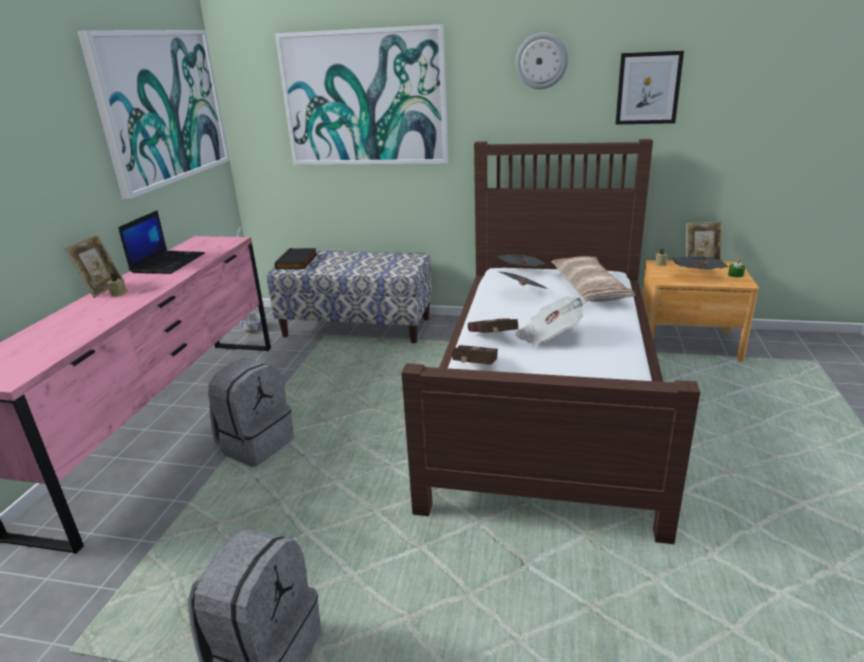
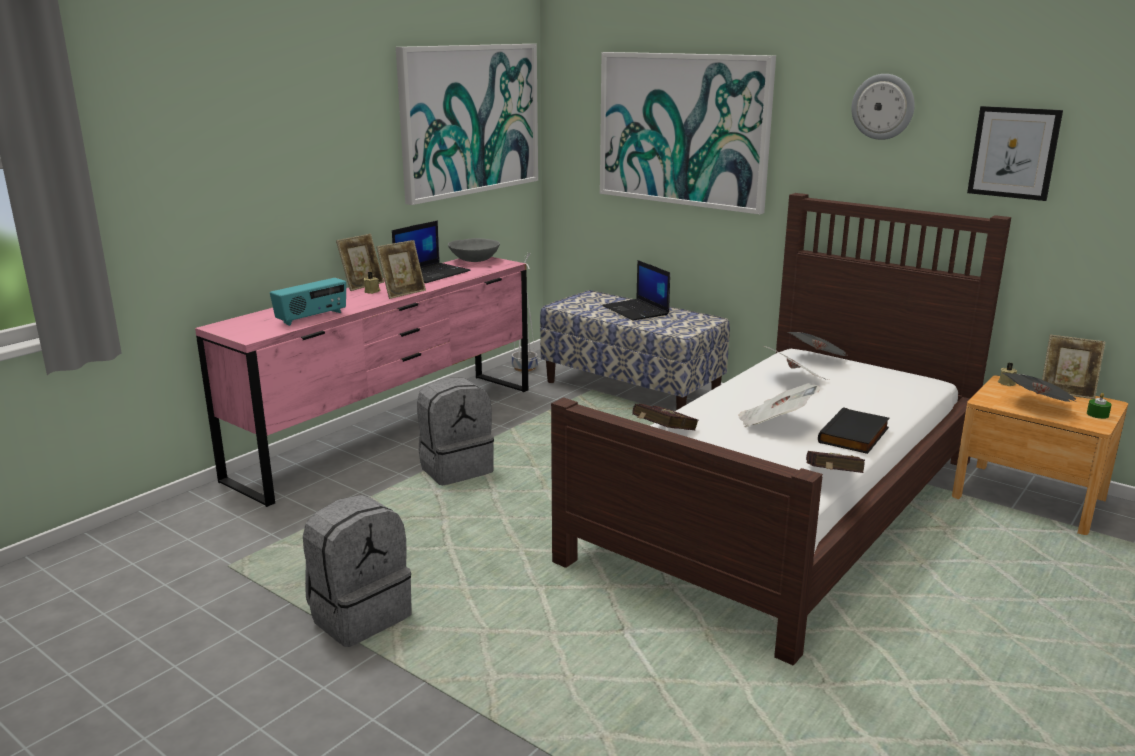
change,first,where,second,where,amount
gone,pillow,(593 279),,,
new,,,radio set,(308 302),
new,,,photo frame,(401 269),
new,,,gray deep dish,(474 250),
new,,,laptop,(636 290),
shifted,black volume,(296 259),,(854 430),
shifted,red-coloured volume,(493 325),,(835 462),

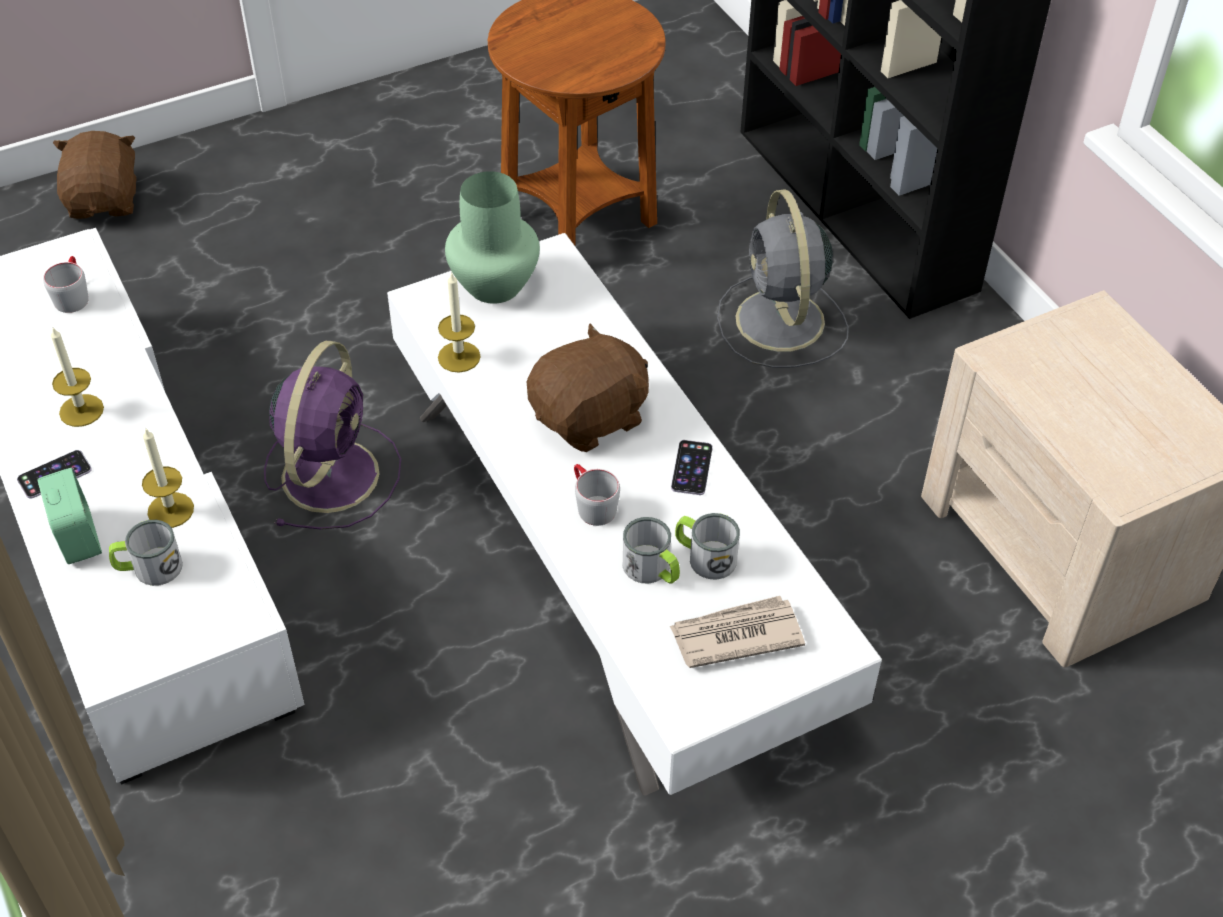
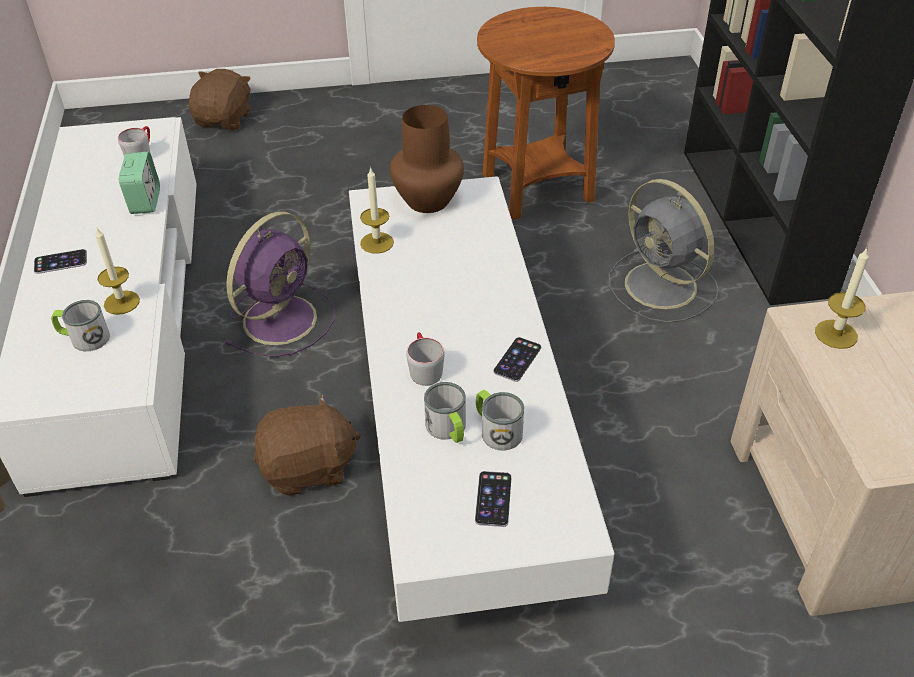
change,first,where,second,where,amount
shifted,bedside clock,(70 515),,(139 182),
shifted,candle,(77 377),,(842 298),
shifted,brown plush toy,(588 387),,(307 445),
swapped,newspaper,(737 632),telephone,(493 499),
repainted,green-coloured vase,(492 237),brown vase,(427 159),
rotated,gray cooling fan,(783 278),,(664 251),45 degrees counterclockwise

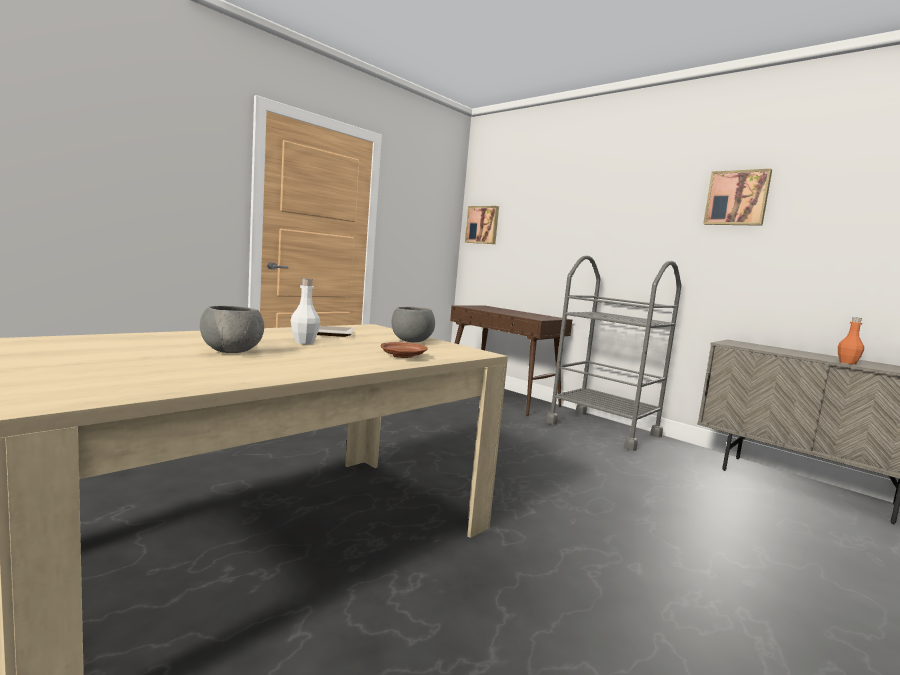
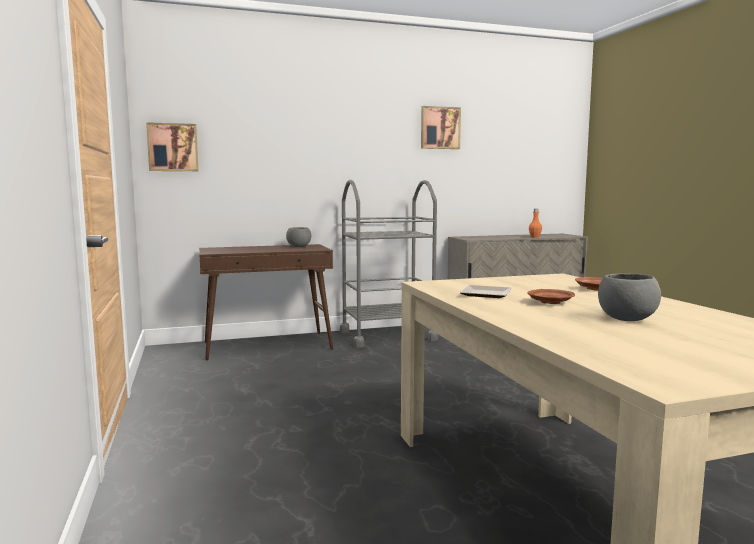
change,first,where,second,where,amount
shifted,gray deep dish,(413 324),,(298 237),
swapped,whitish beverage bottle,(305 311),brown flat dish,(551 296),

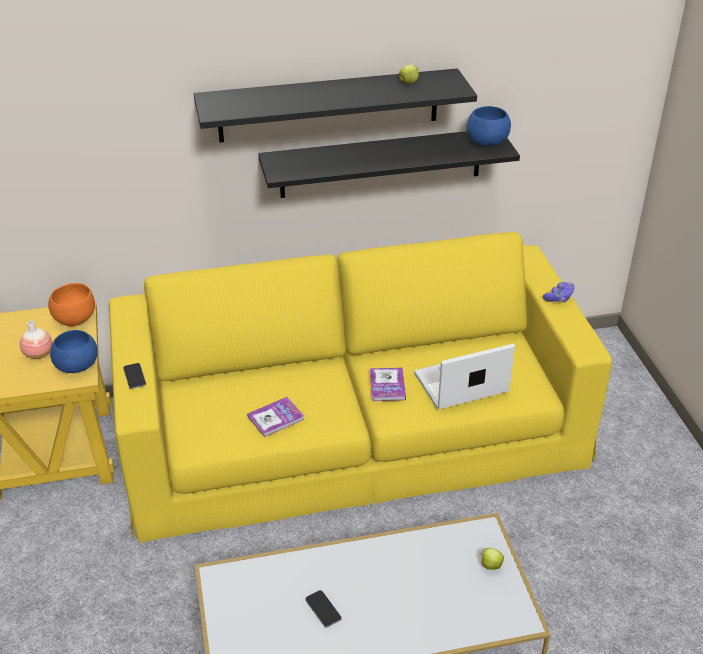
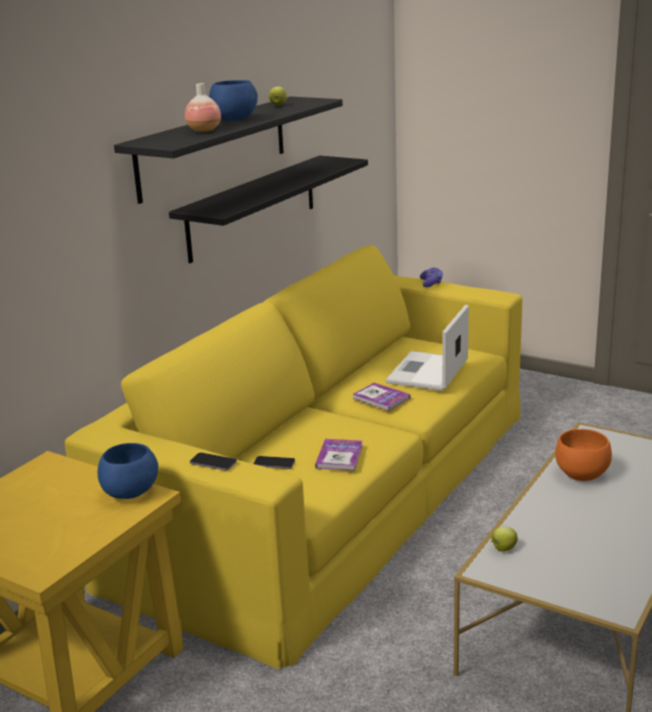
change,first,where,second,where,amount
shifted,vase,(36 340),,(203 107),
shifted,orangey deep dish,(71 304),,(583 455),
shifted,telephone,(323 608),,(274 462),
shifted,blue-coloured deep dish,(488 126),,(233 100),
shifted,apple fruit,(492 559),,(504 539),

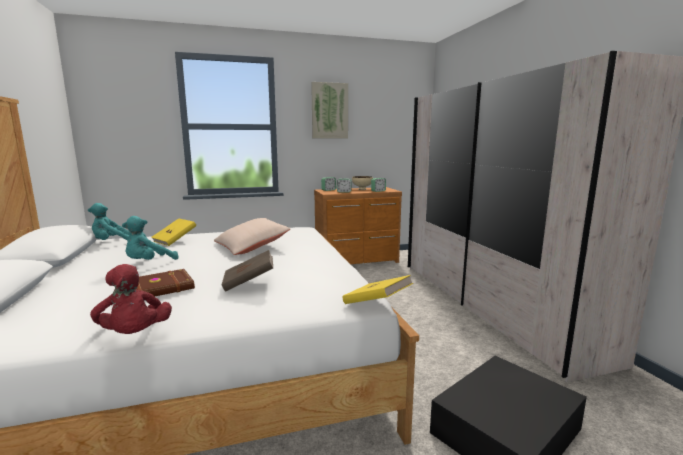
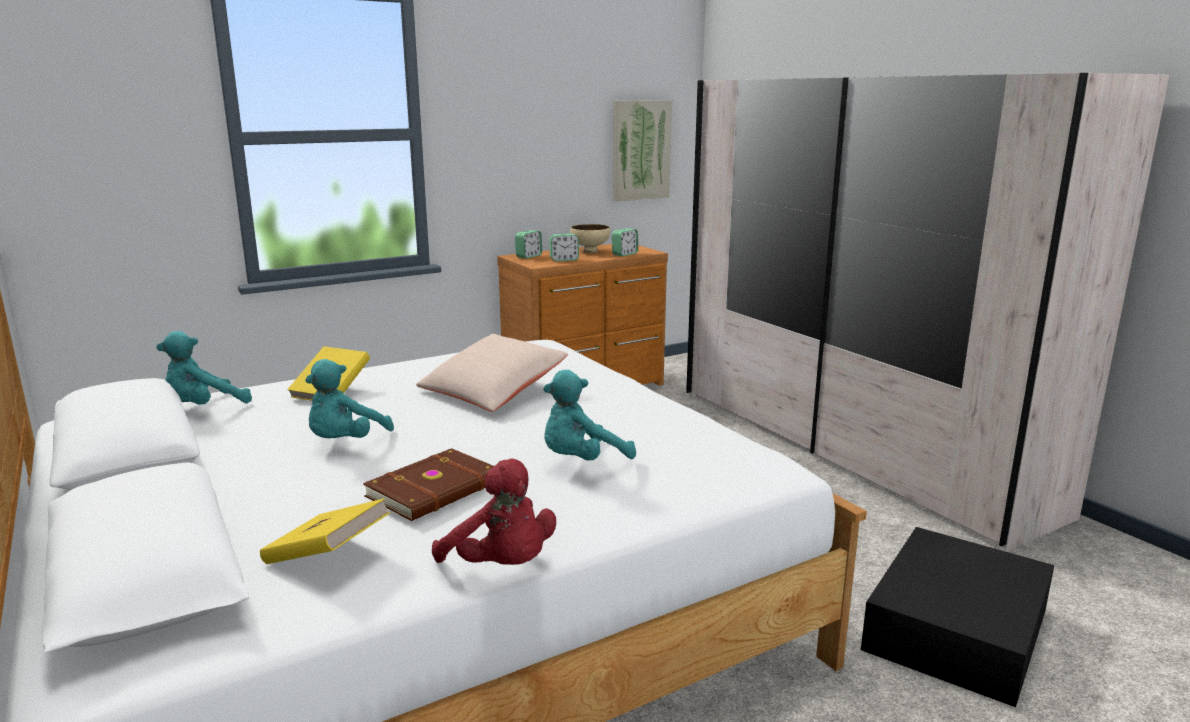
change,first,where,second,where,amount
shifted,picture,(329 110),,(642 151),
shifted,yellowish volume,(378 289),,(325 531),
swapped,brown volume,(247 271),blue-green plush toy,(589 415),

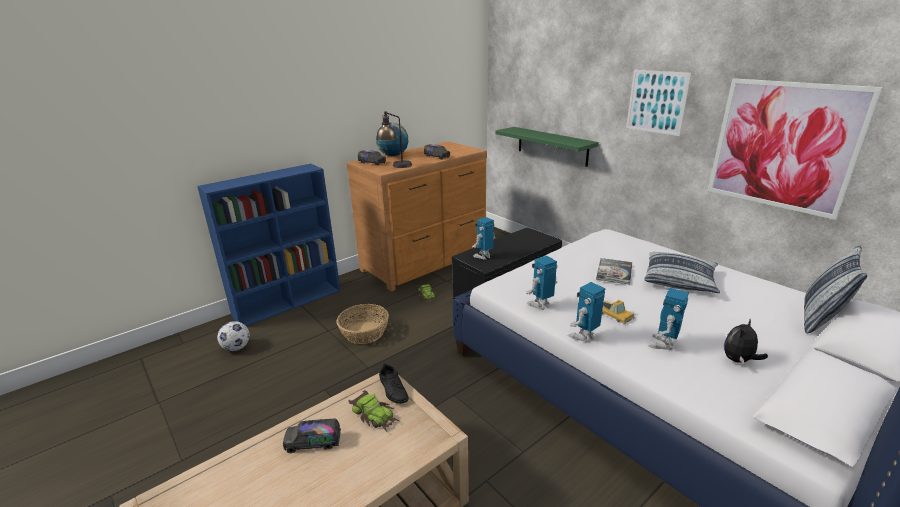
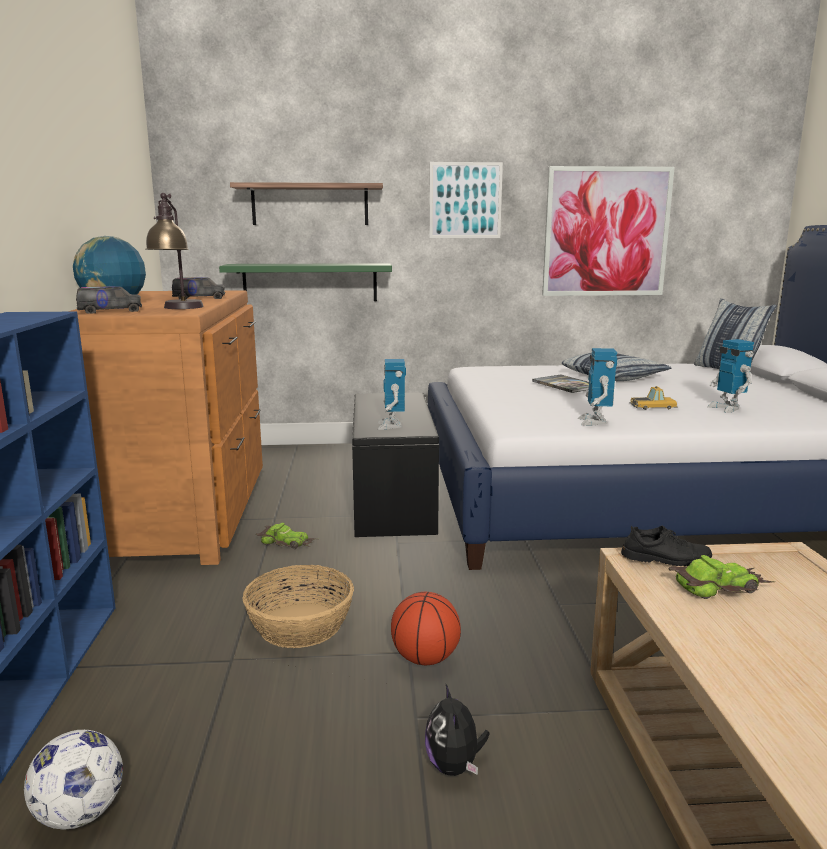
change,first,where,second,where,amount
gone,model truck,(312 436),,,
gone,robot figure,(587 312),,,
new,,,bracket shelf,(306 203),
new,,,basketball ball,(426 628),
shifted,plush toy,(746 342),,(457 729),

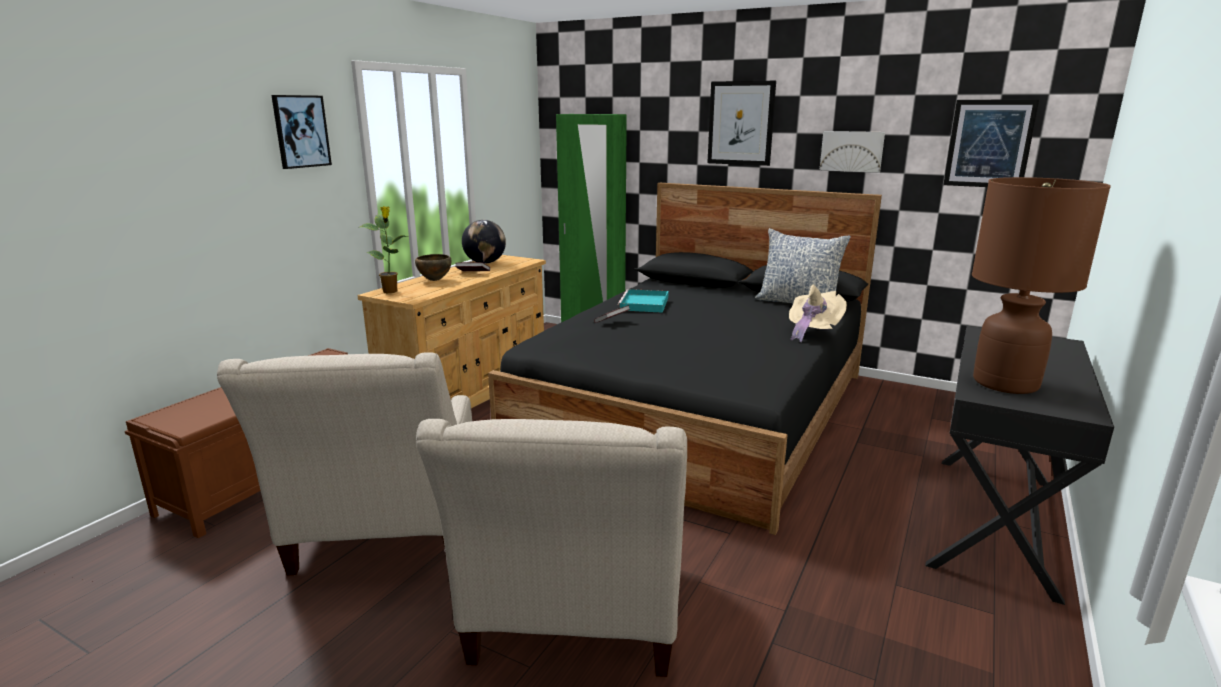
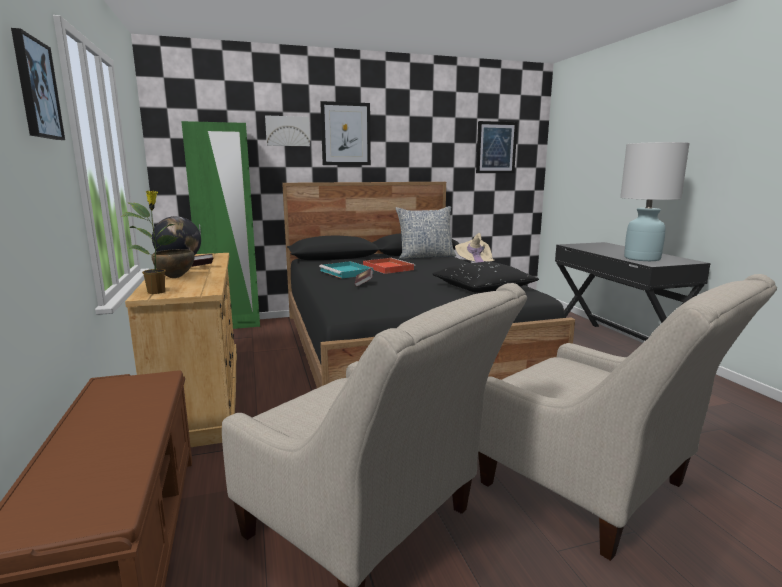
change,first,where,second,where,amount
new,,,red-coloured carrying tray,(389 266),
new,,,black pillow,(485 277),
shifted,picture,(852 152),,(287 130),
repainted,brown tabletop lamp,(1041 285),whitish tabletop lamp,(655 201),

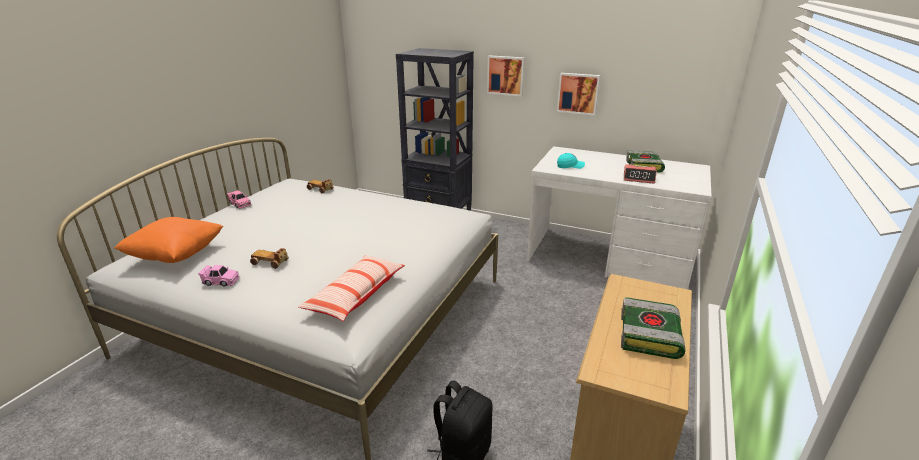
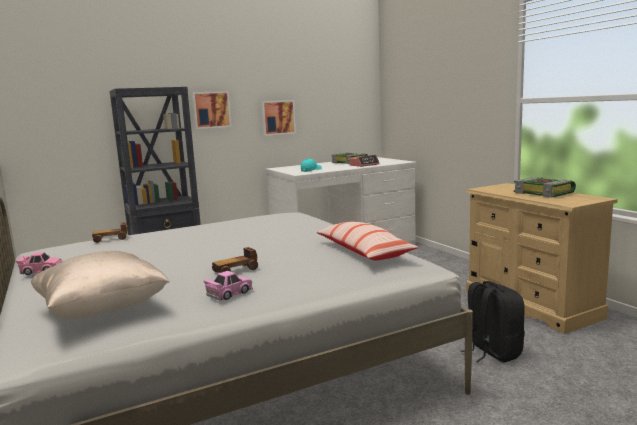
change,first,where,second,where,amount
repainted,orangey pillow,(168 240),beige-coloured pillow,(100 285),

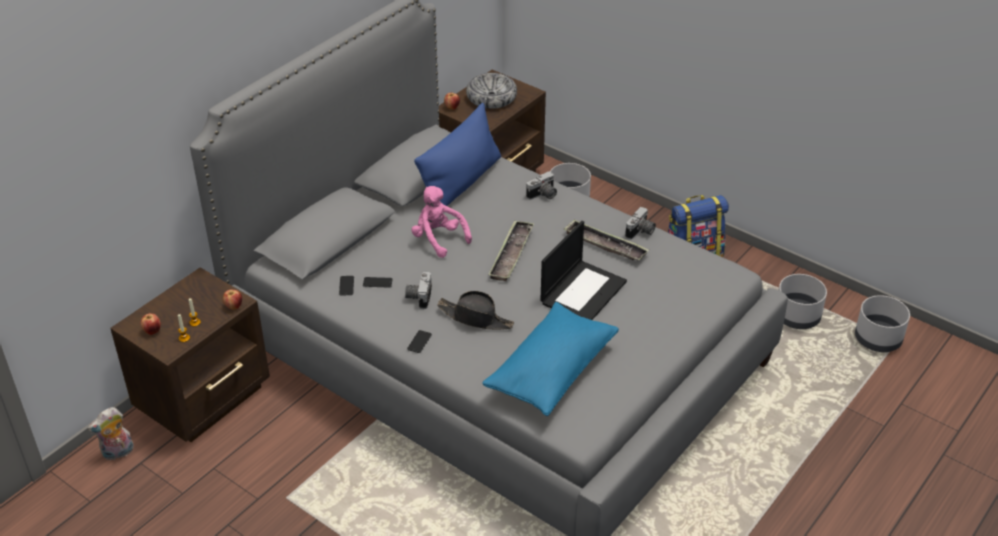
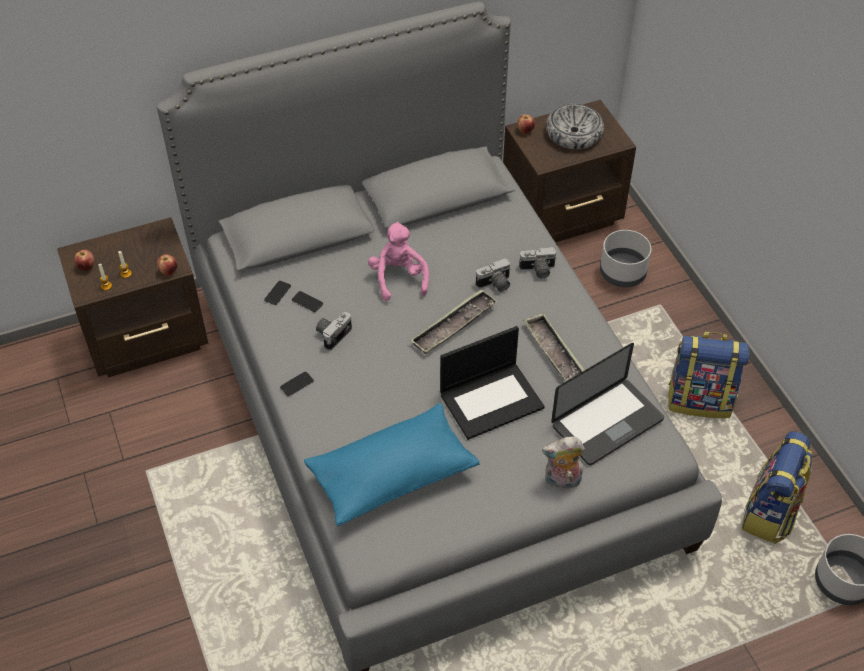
change,first,where,second,where,amount
gone,blue-coloured pillow,(457 154),,,
gone,black clothing hat,(475 310),,,
new,,,laptop,(607 404),
shifted,plush toy,(111 433),,(563 463),
shifted,photo camera,(640 223),,(494 275),
swapped,gray flower pot,(803 301),knapsack,(777 487),

